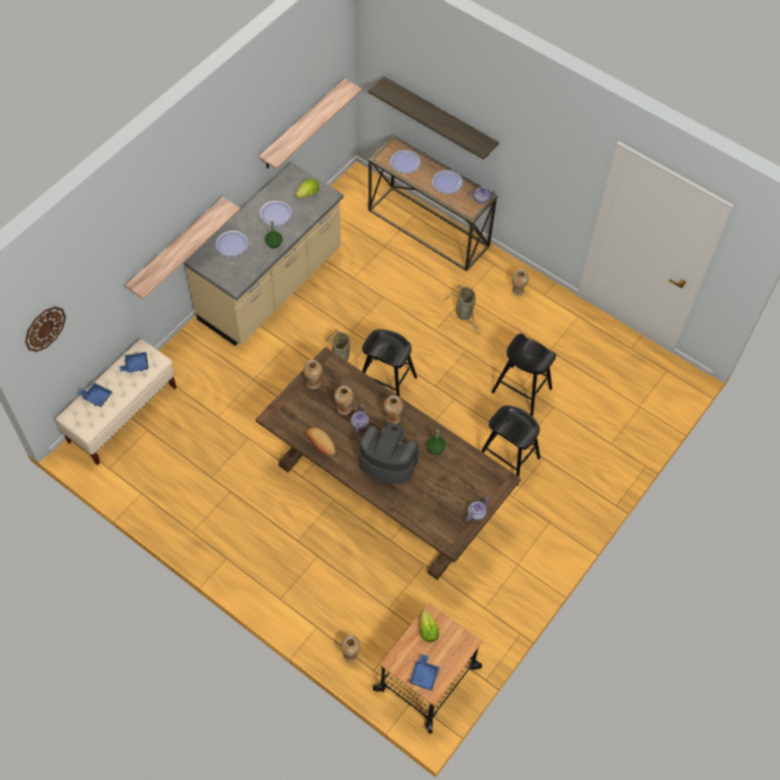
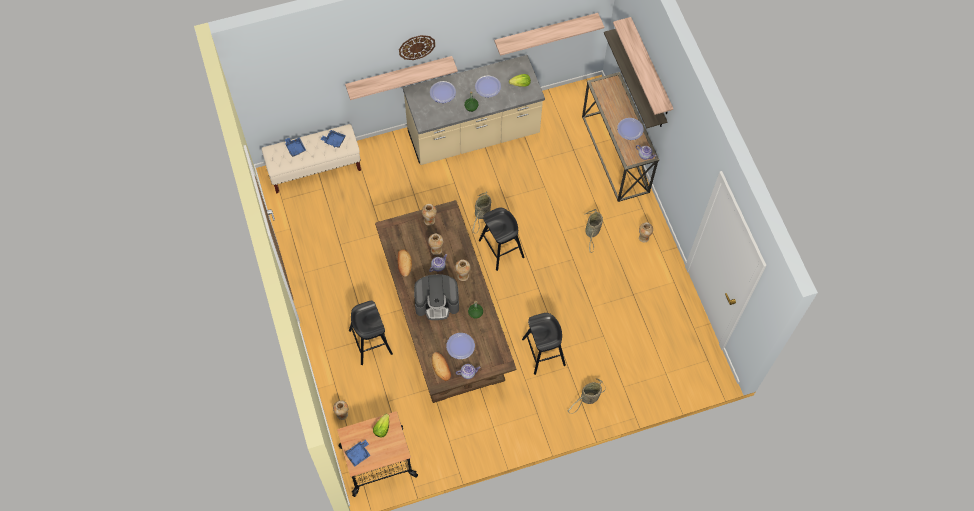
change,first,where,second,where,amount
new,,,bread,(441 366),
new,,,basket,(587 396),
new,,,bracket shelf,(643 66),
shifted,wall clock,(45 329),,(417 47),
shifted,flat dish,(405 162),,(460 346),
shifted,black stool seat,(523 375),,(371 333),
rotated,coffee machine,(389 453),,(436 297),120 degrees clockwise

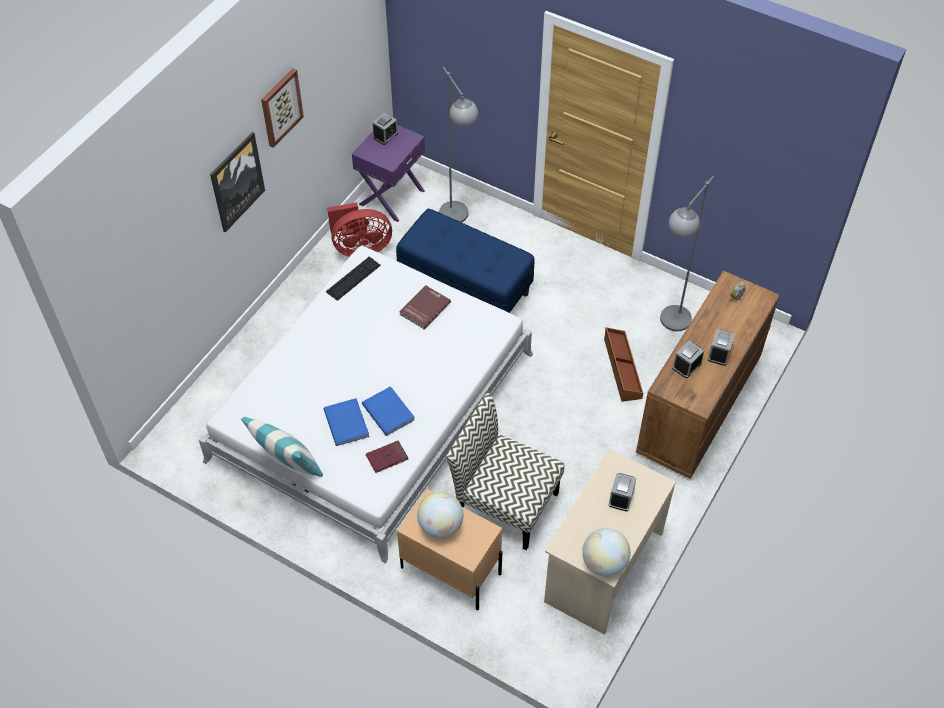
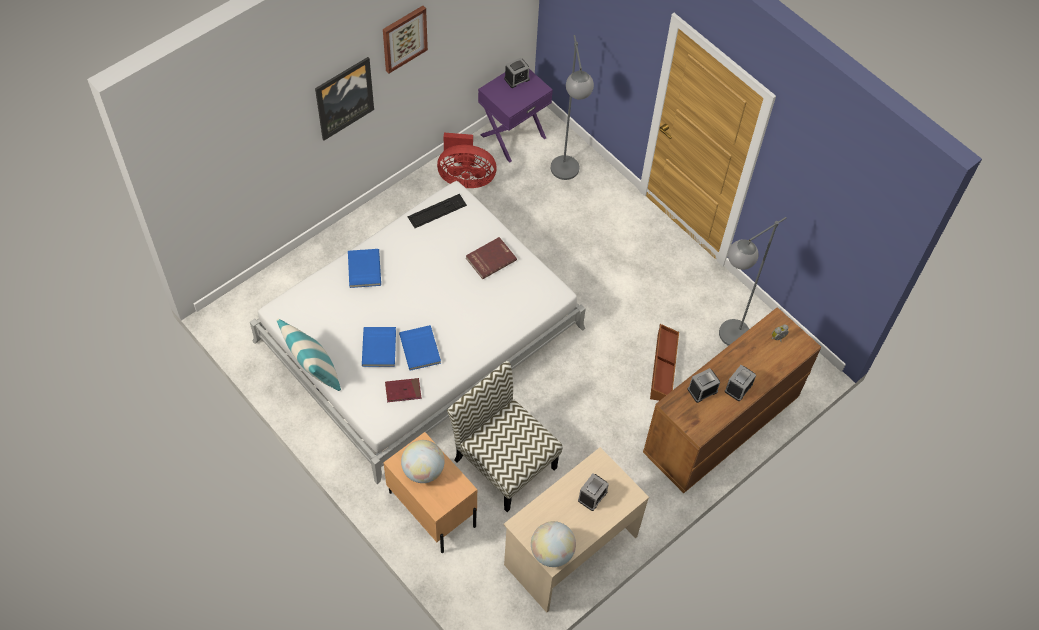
change,first,where,second,where,amount
gone,blue-coloured long seat,(465 261),,,
new,,,blue-coloured volume,(364 268),

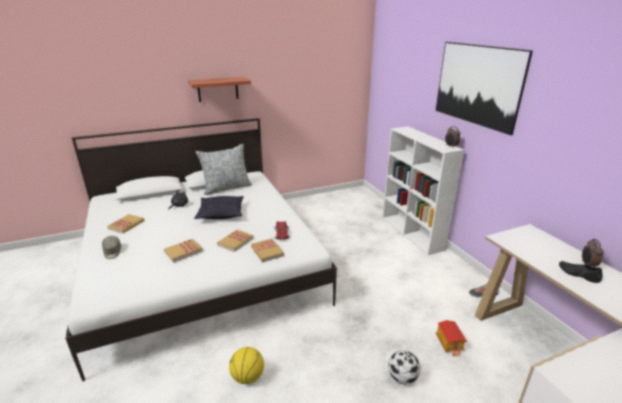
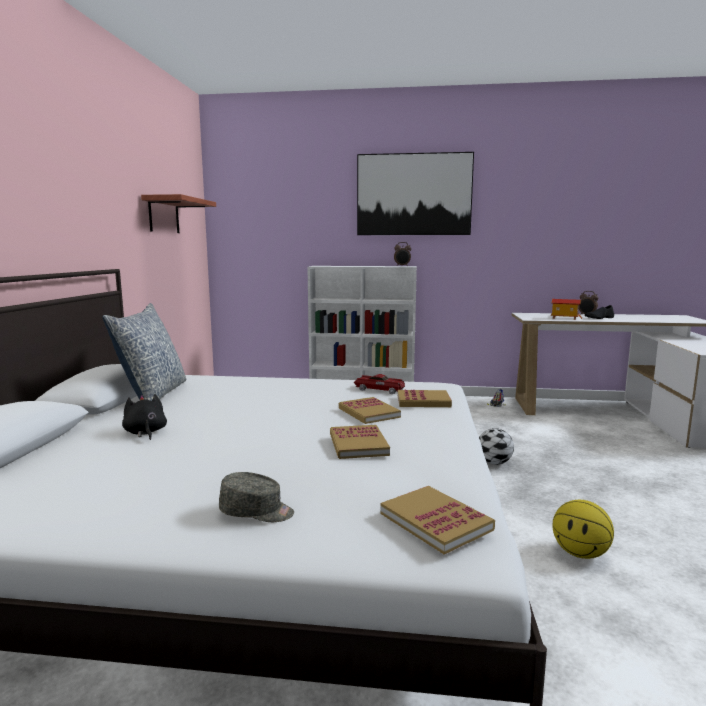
change,first,where,second,where,amount
gone,pillow,(219 207),,,
shifted,volume,(126 223),,(437 520),
shifted,bracket shelf,(219 89),,(178 213),
shifted,ball for football,(404 367),,(496 446),
shifted,miniature house,(451 338),,(566 309),

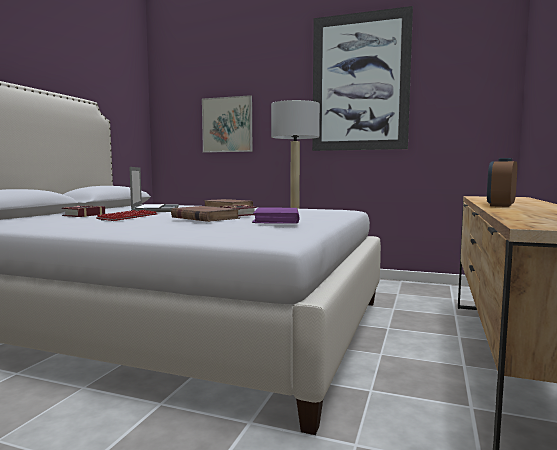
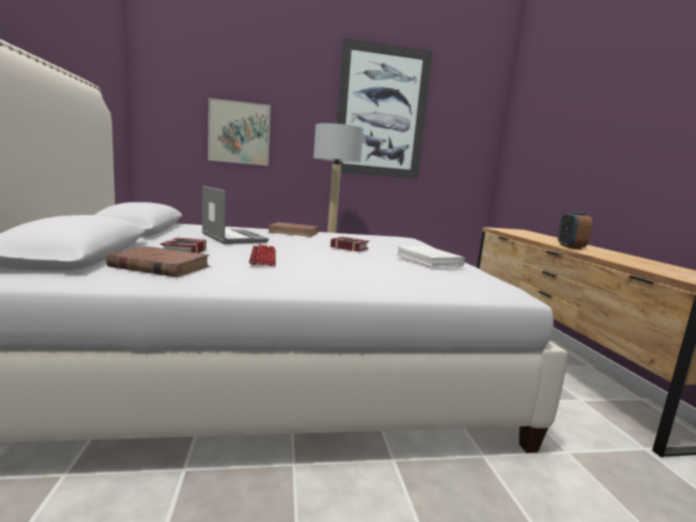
change,first,where,second,where,amount
shifted,brown volume,(205 214),,(158 261),
repainted,purple-coloured volume,(275 215),whitish volume,(430 257),

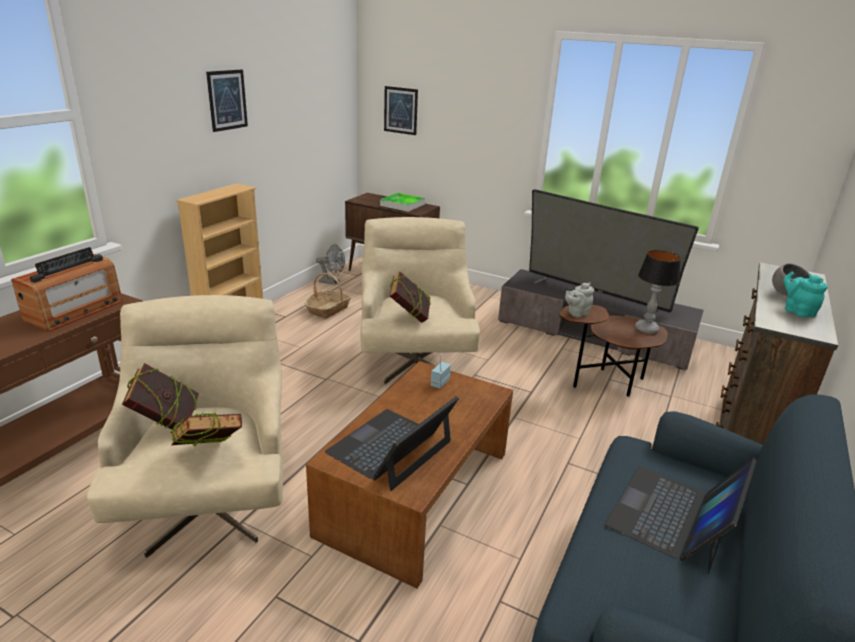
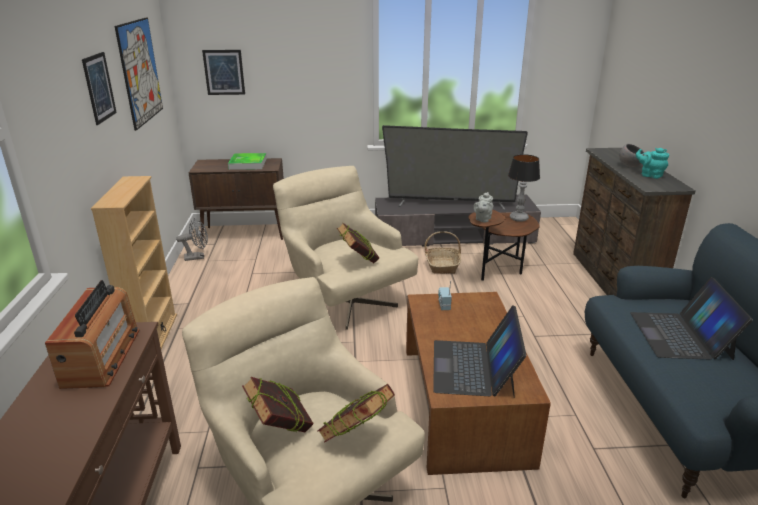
change,first,where,second,where,amount
new,,,picture,(139 74),
shifted,basket,(328 296),,(442 252),

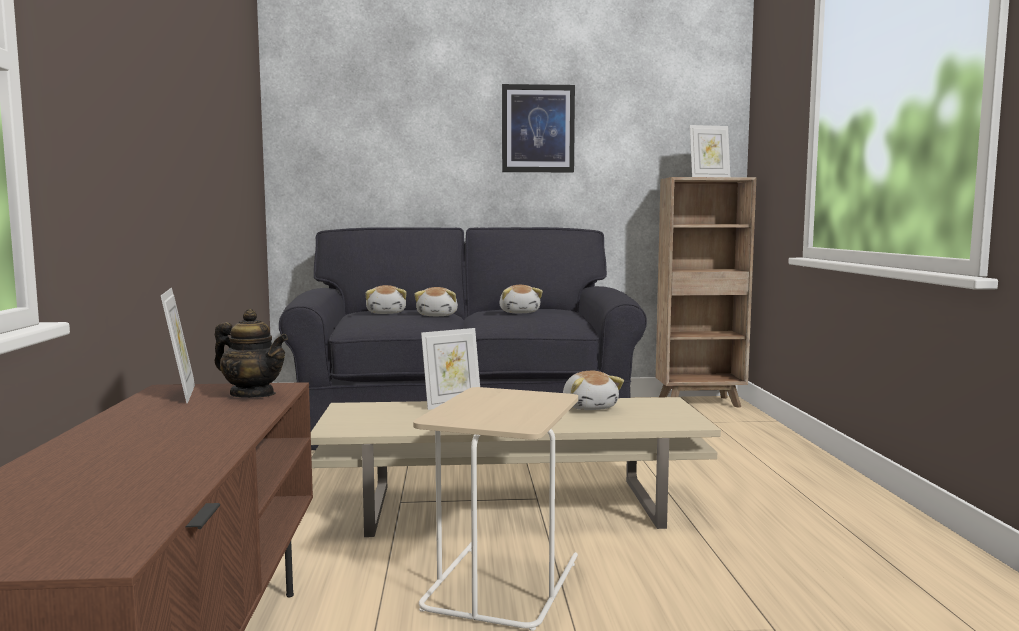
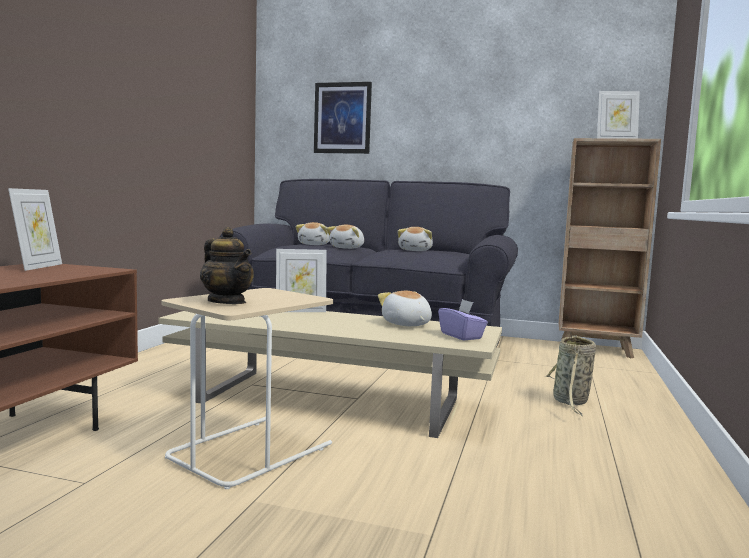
change,first,where,second,where,amount
new,,,purple-coloured tissue holder,(463 319),
new,,,basket,(570 375),
shifted,pot for tea,(251 353),,(227 265),
shifted,picture,(538 128),,(343 118),
rotated,plush toy,(593 390),,(405 308),150 degrees clockwise

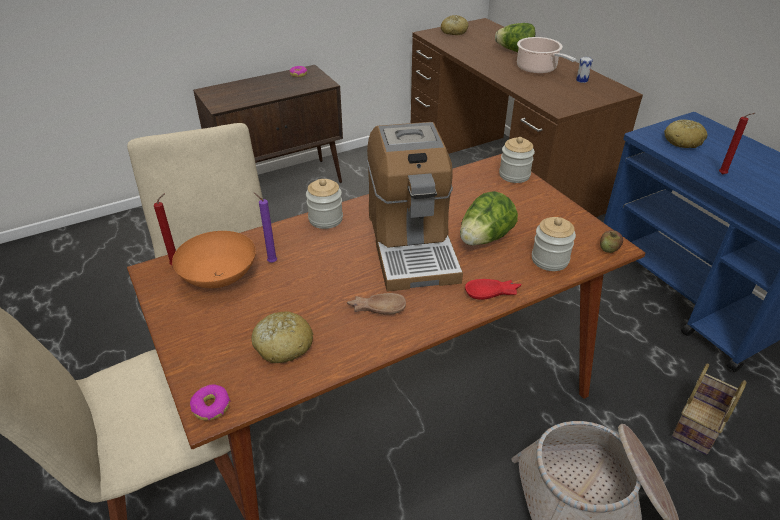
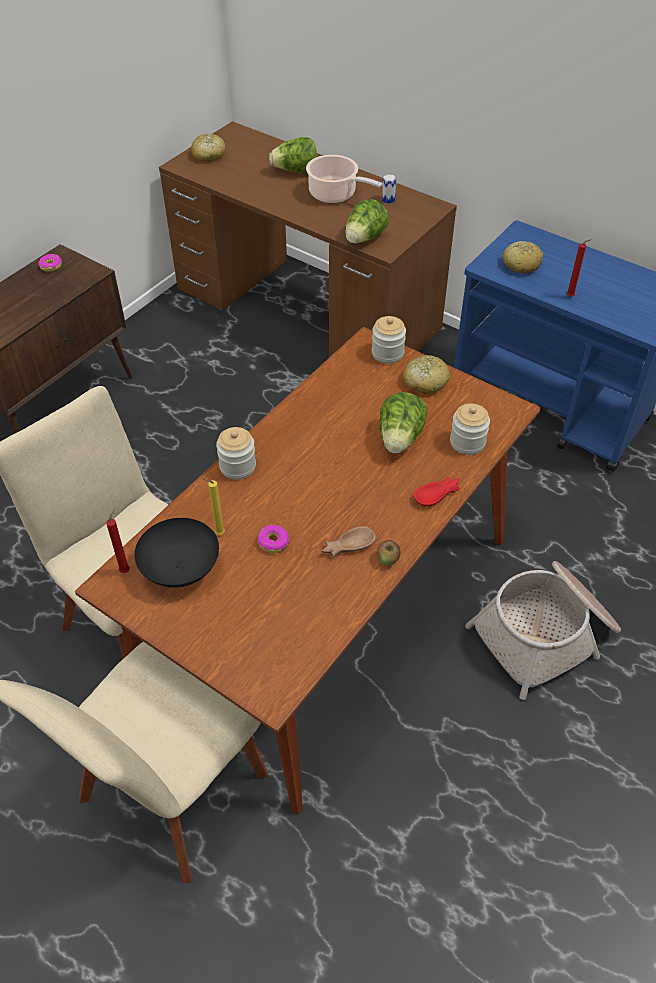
change,first,where,second,where,amount
gone,coffee machine,(415 207),,,
gone,basket,(709 409),,,
new,,,lettuce head,(367 221),
shifted,donut,(210 402),,(273 539),
shifted,bread,(282 337),,(426 374),
shifted,apple fruit,(611 241),,(388 553),
repainted,orangey deep dish,(214 259),black deep dish,(176 552),
repainted,purple-coloured candle,(265 228),yellowish candle,(213 506),

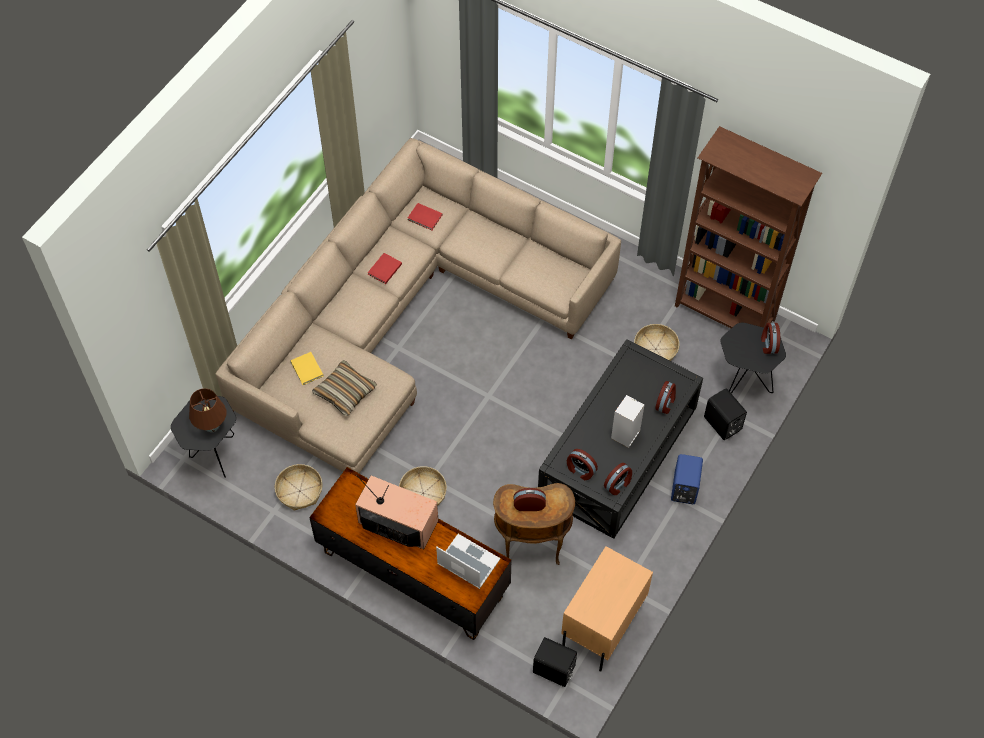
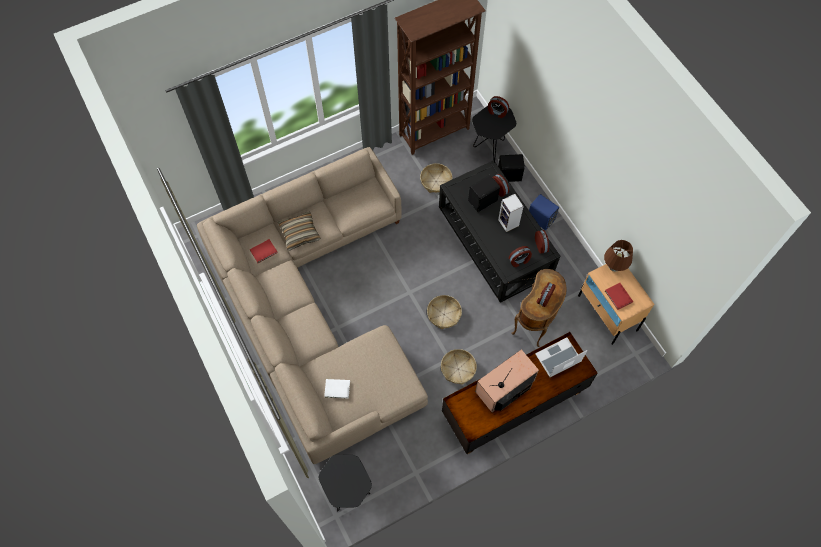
change,first,where,second,where,amount
shifted,brown tabletop lamp,(207 410),,(618 256),
shifted,basket,(298 487),,(444 312),
shifted,pillow,(344 388),,(299 231),
shifted,red-coloured volume,(385 268),,(619 296),
shifted,black loudspeaker,(555 662),,(484 193),
repainted,yellowish volume,(307 368),whitish volume,(337 389),

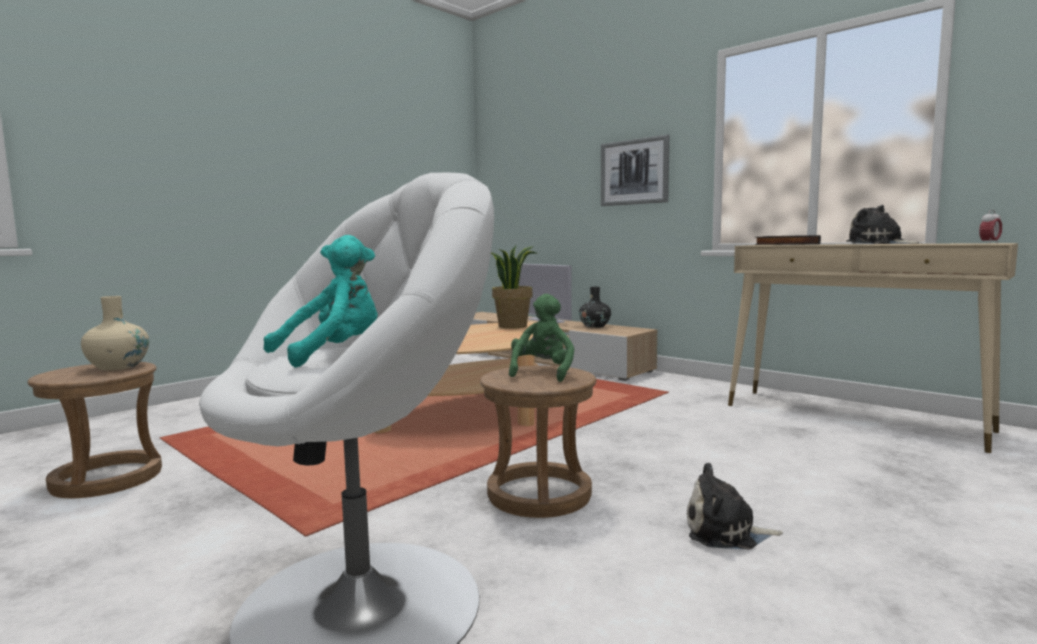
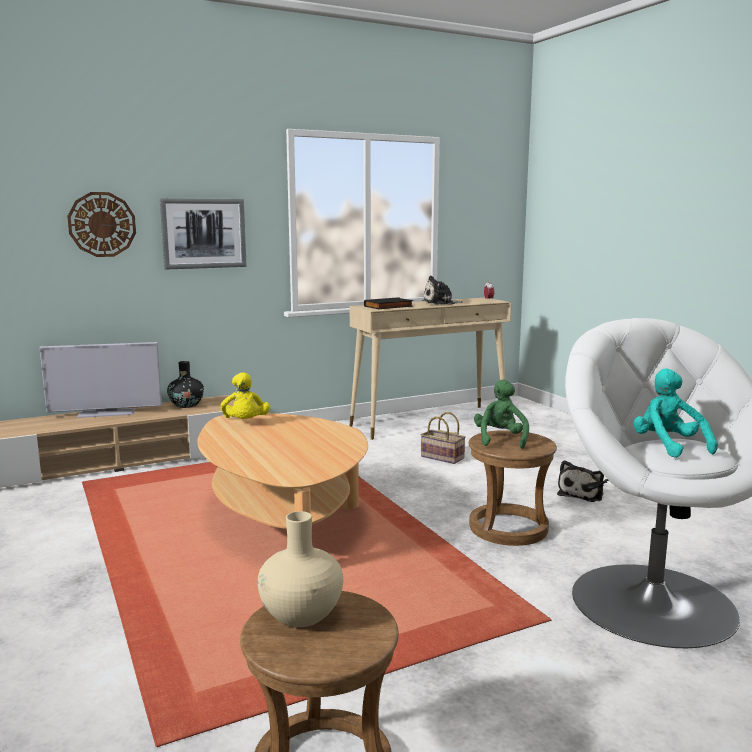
change,first,where,second,where,amount
new,,,wall clock,(101 224),
new,,,basket,(443 438),
swapped,houseplant,(514 287),yellowish plush toy,(245 395),
rotated,green-coloured plush toy,(541 338),,(501 414),60 degrees clockwise

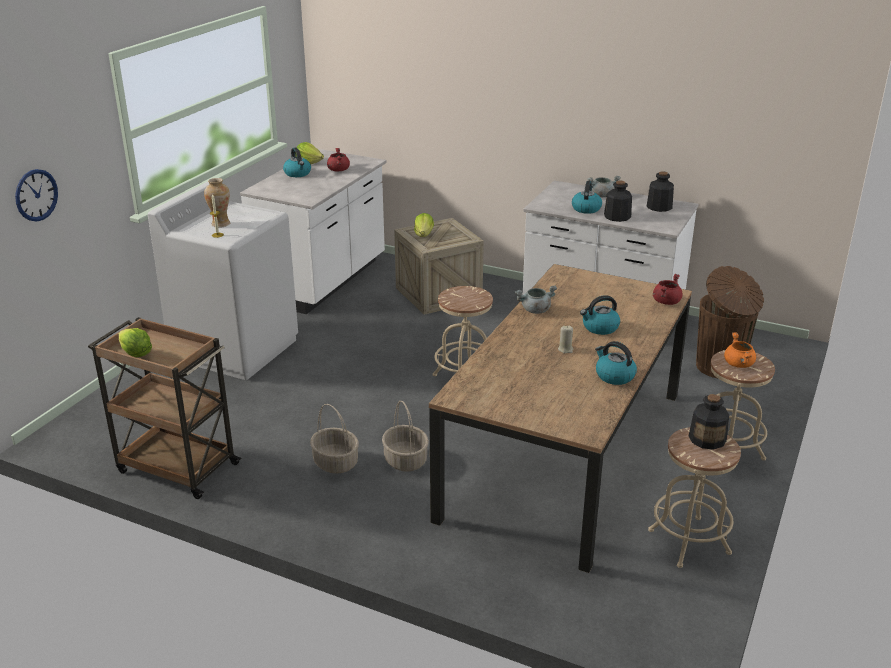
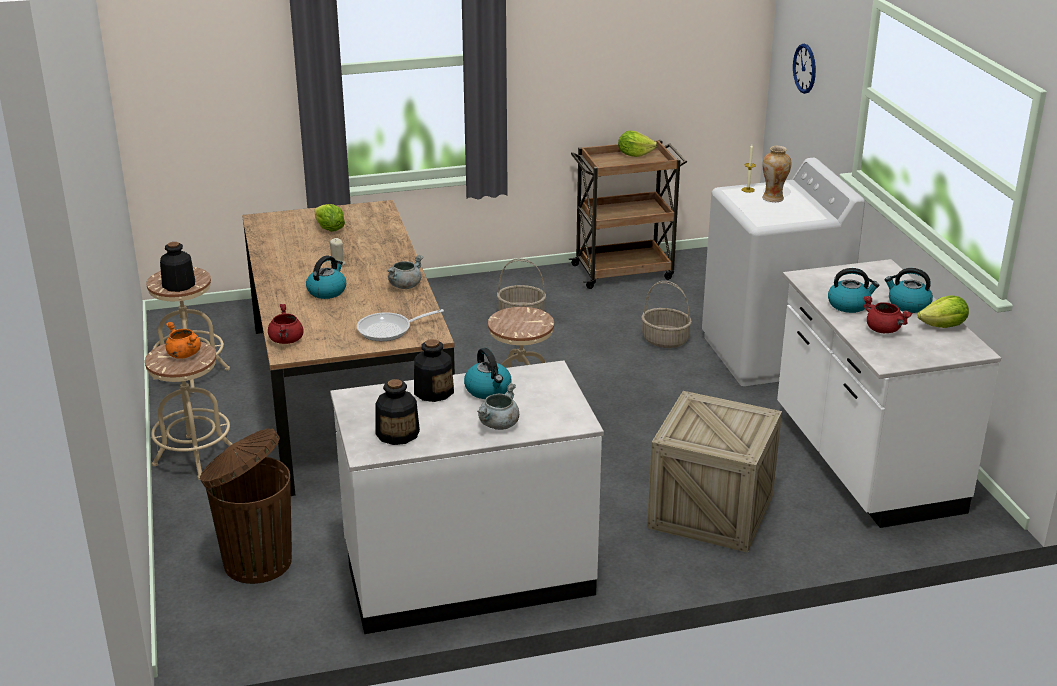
change,first,where,second,where,amount
new,,,skillet,(400 325),
shifted,basket,(405 436),,(666 314),
shifted,lettuce head,(424 225),,(329 218),
shifted,tea kettle,(616 363),,(853 290),

